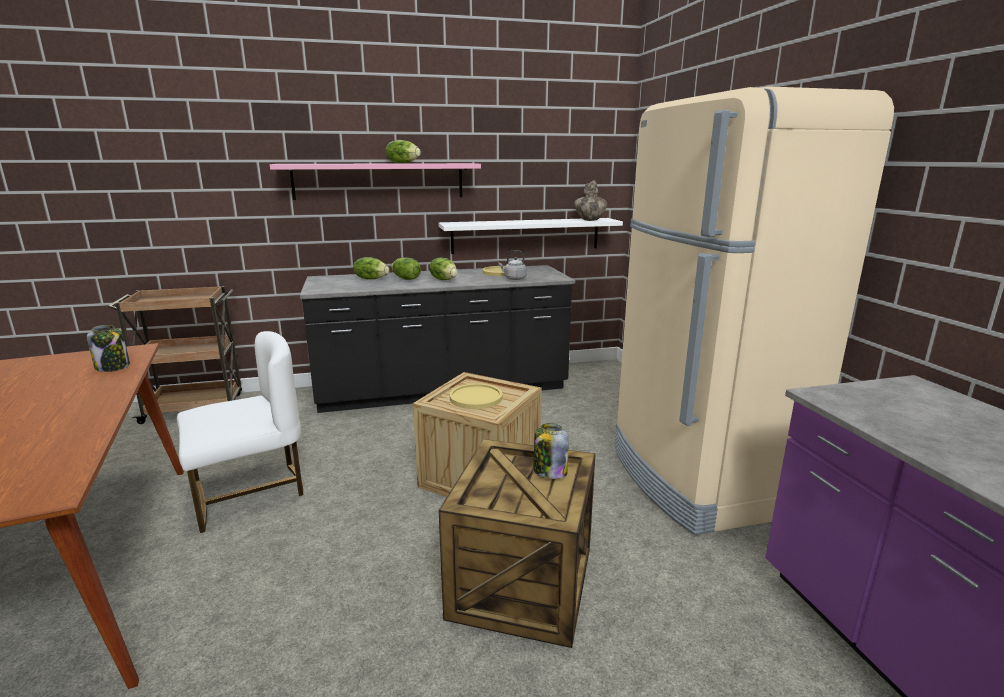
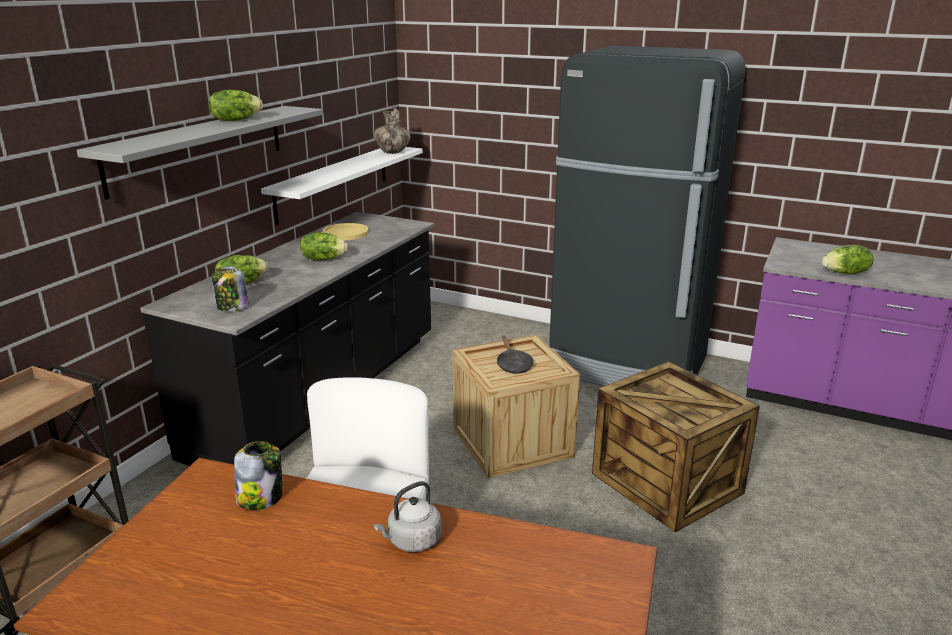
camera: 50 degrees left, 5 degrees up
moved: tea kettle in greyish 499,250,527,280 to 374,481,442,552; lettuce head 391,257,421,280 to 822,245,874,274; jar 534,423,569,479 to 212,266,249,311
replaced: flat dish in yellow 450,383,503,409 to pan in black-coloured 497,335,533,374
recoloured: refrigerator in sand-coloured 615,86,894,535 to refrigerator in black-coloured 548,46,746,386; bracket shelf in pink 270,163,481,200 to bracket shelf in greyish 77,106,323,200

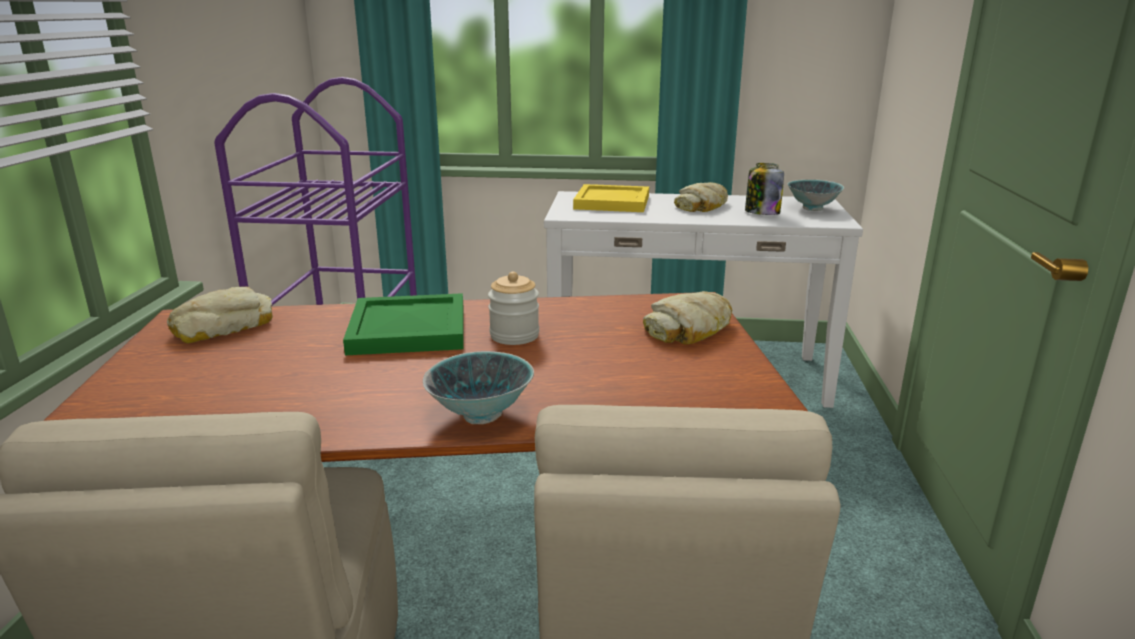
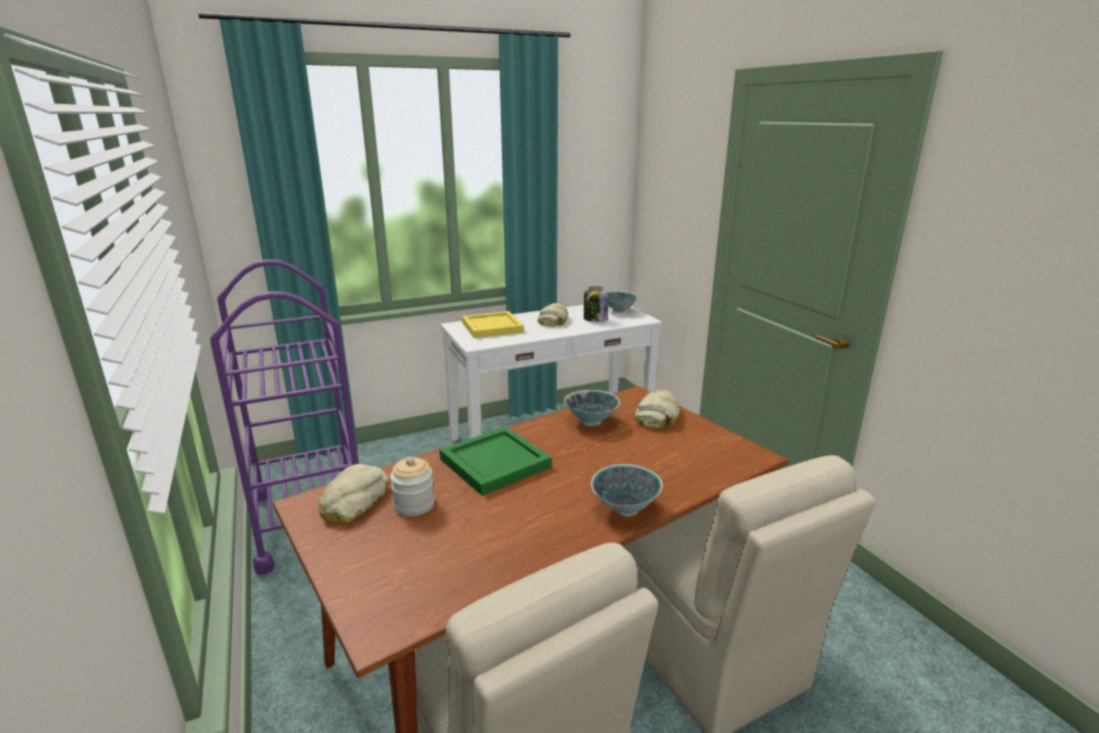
camera: 30 degrees left, 0 degrees up
added: bowl 564,390,620,426
moved: jar 488,272,539,345 to 390,457,435,516

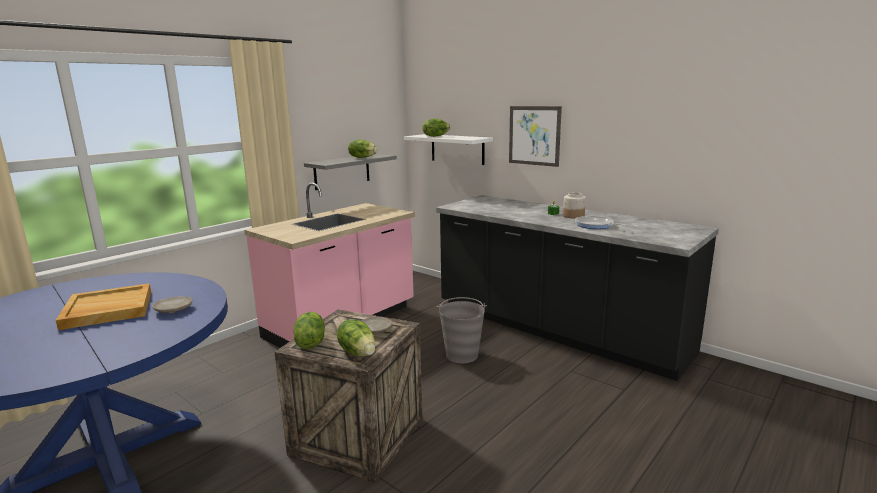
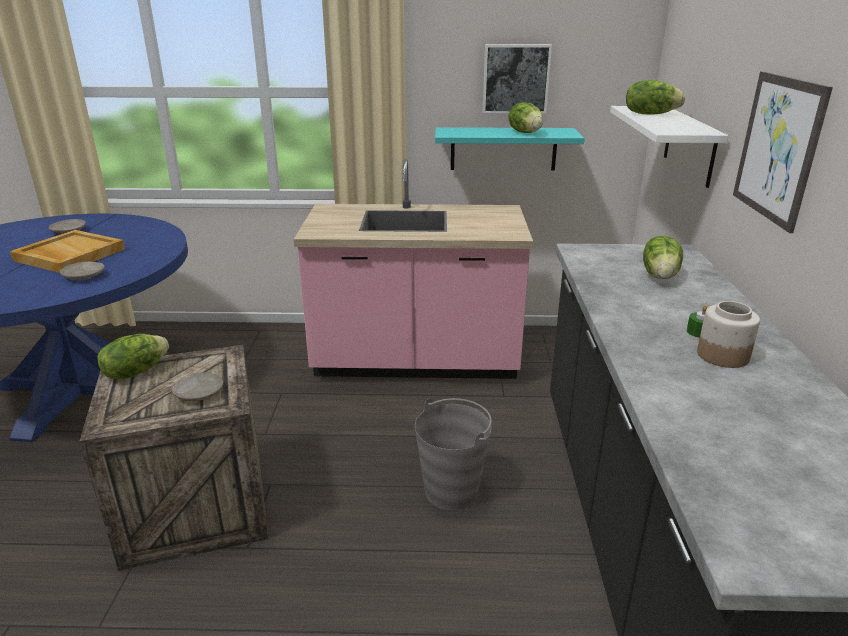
camera: 50 degrees right, 10 degrees up
removed: pan 575,216,629,229
added: picture 482,44,552,114; flat dish in sand-coloured 48,219,85,233
moved: lettuce head 337,319,376,357 to 643,236,683,279
recoloured: bracket shelf in greyish 304,154,397,190 to bracket shelf in turquoise-coloured 435,127,585,171

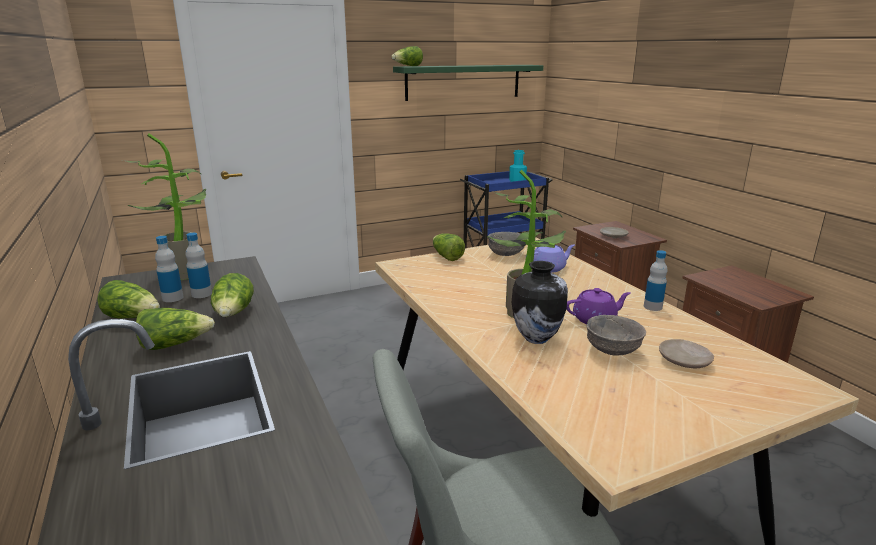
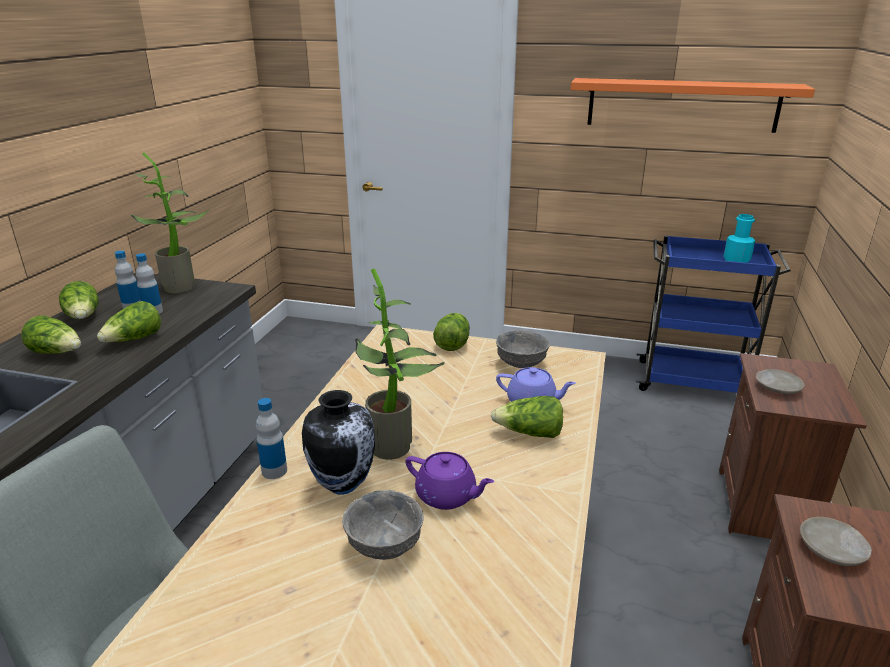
camera: 40 degrees right, 5 degrees up
moved: lettuce head 392,46,423,66 to 491,396,563,438; bottle 644,250,668,311 to 256,398,287,479; flat dish in sand-coloured 659,339,714,368 to 800,517,872,566
recoloured: bracket shelf in green-coloured 393,65,544,101 to bracket shelf in orange-coloured 571,78,815,133

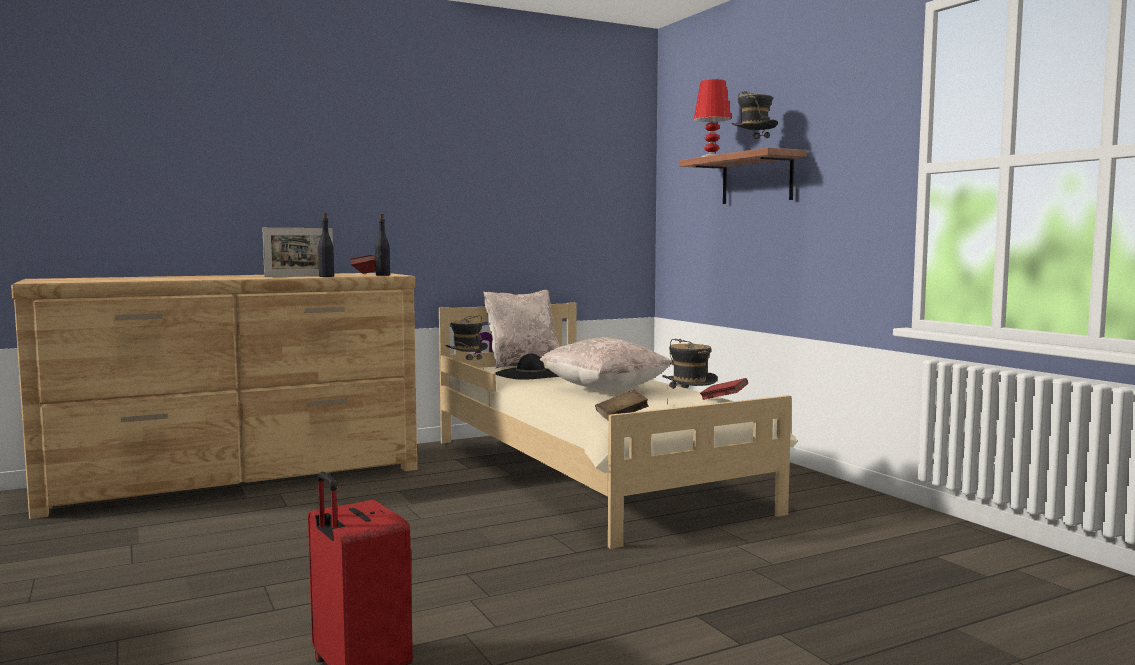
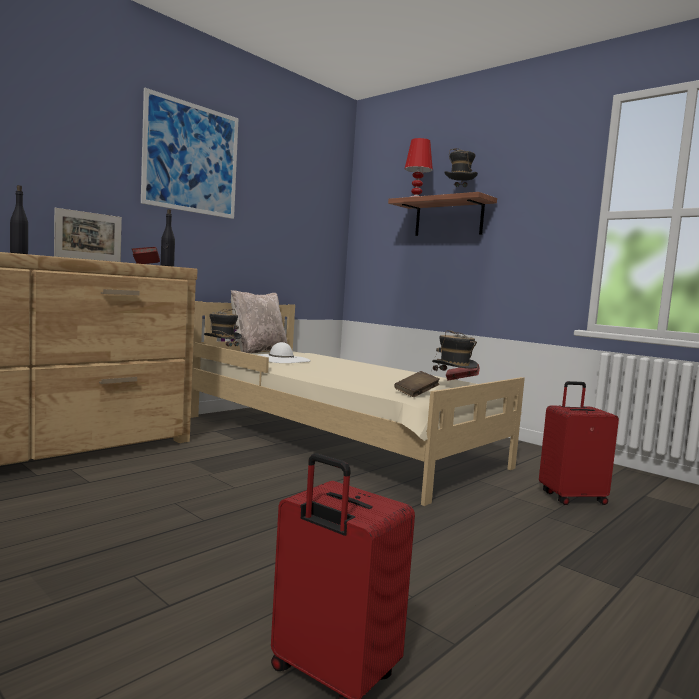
camera: 20 degrees left, 0 degrees up
removed: pillow in sand-coloured 539,338,671,391
added: picture 141,88,239,219; suitcase in red 539,381,619,505
moved: bottle in black-coloured 318,213,334,277 to 10,185,28,254
recoloured: clothing hat in black-coloured 495,353,559,380 to clothing hat in white 258,342,311,363

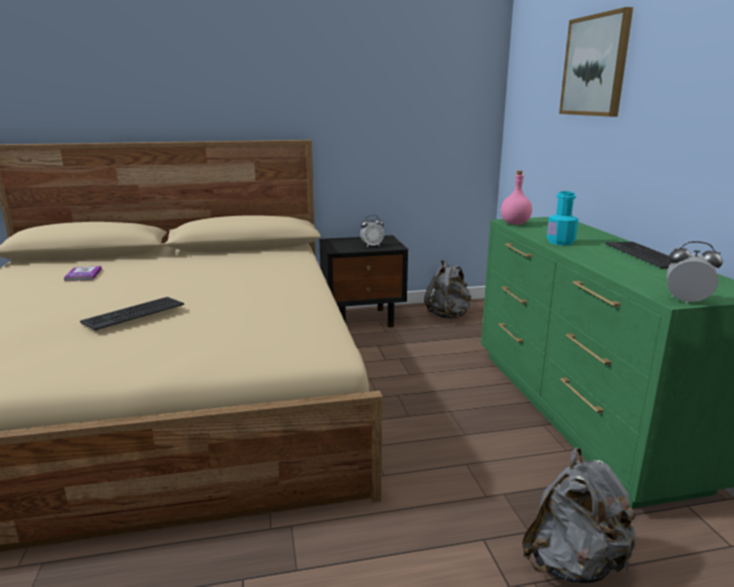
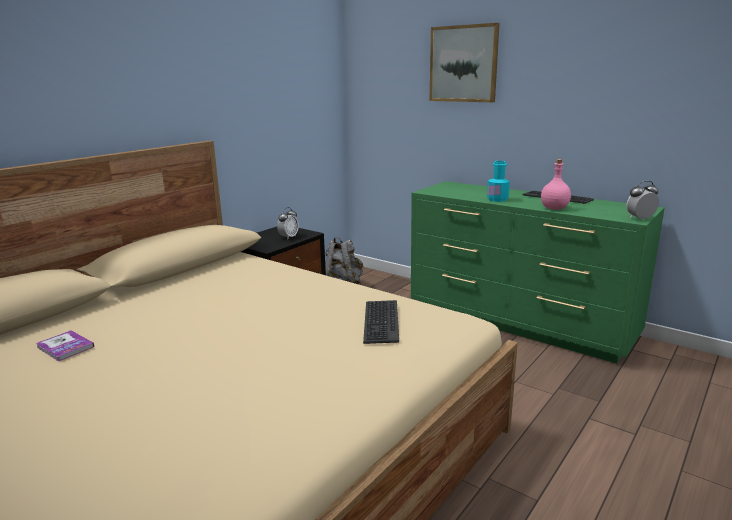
camera: 40 degrees left, 0 degrees up
removed: rucksack in greyish 522,448,639,583
moved: bottle in pink 501,170,532,225 to 541,159,571,210; keyboard 80,297,184,331 to 363,300,399,344

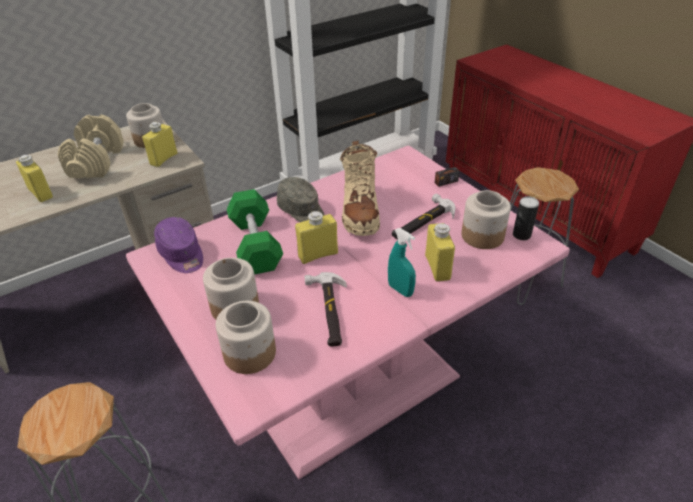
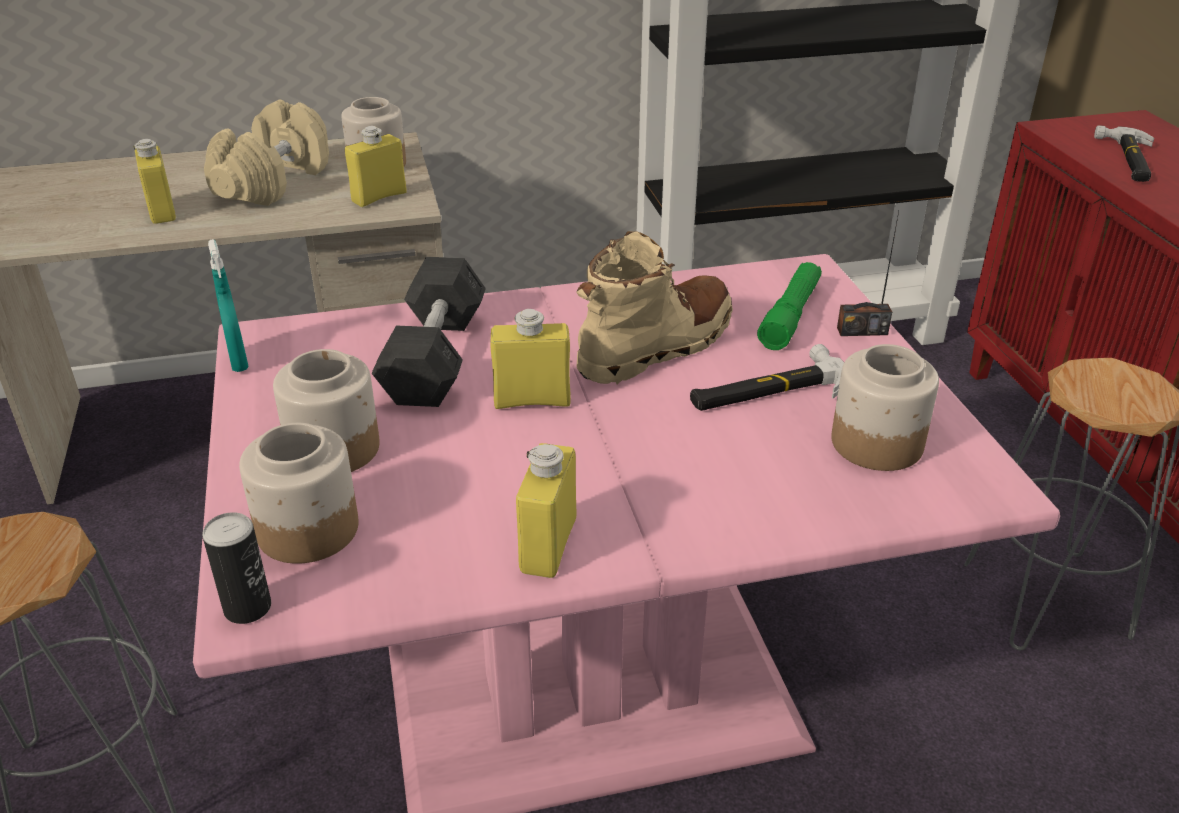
camera: 20 degrees right, 5 degrees down
removed: peaked cap in greyish 277,177,324,222; peaked cap in purplish 154,217,203,273
added: hand torch in green-coloured 757,262,822,350
moved: metal can 513,196,539,240 to 202,512,271,624; bottle in yellow 425,223,455,282 to 516,443,577,578; spray bottle in turquoise-coloured 388,228,416,297 to 208,239,249,372; hand hammer 305,272,347,346 to 1094,125,1154,182
recoloured: free weight in green-coloured 227,189,283,275 to free weight in greyish 372,257,486,407
turned: tall boot in sand-coloured 340,141,380,236 = 576,231,733,384 150 degrees counterclockwise

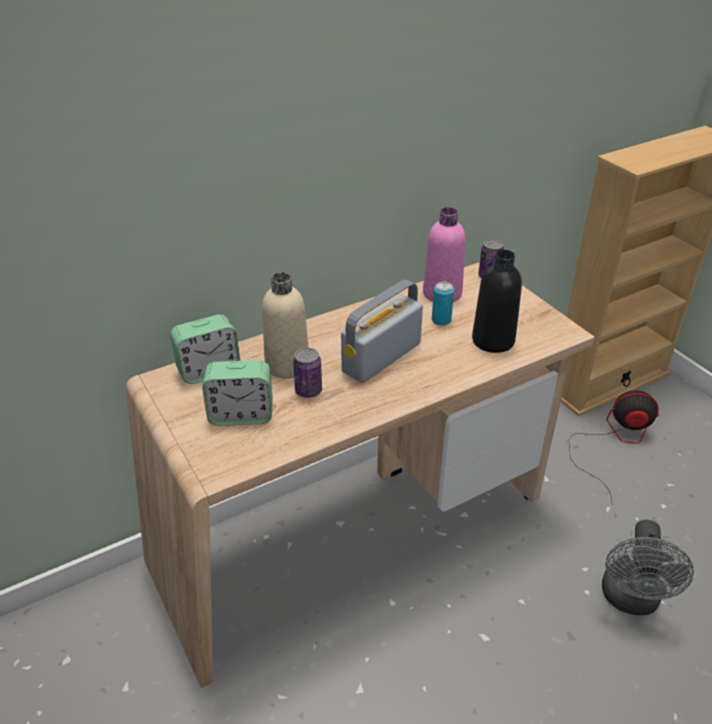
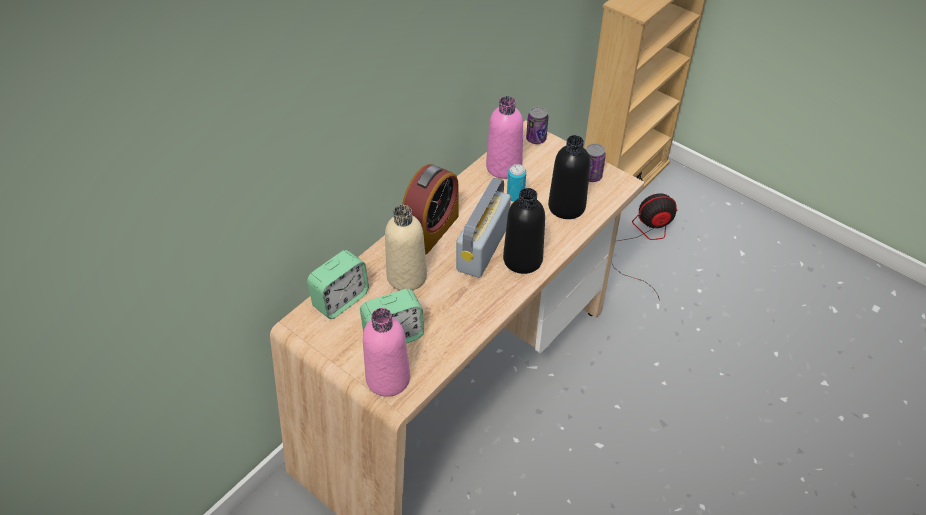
camera: 20 degrees left, 10 degrees up
removed: fan in greyish 602,520,694,615
added: table clock 402,164,459,255; bottle in black-coloured 503,188,545,274; bottle in pink 363,308,410,397
moved: metal can 293,348,322,398 to 586,143,606,182

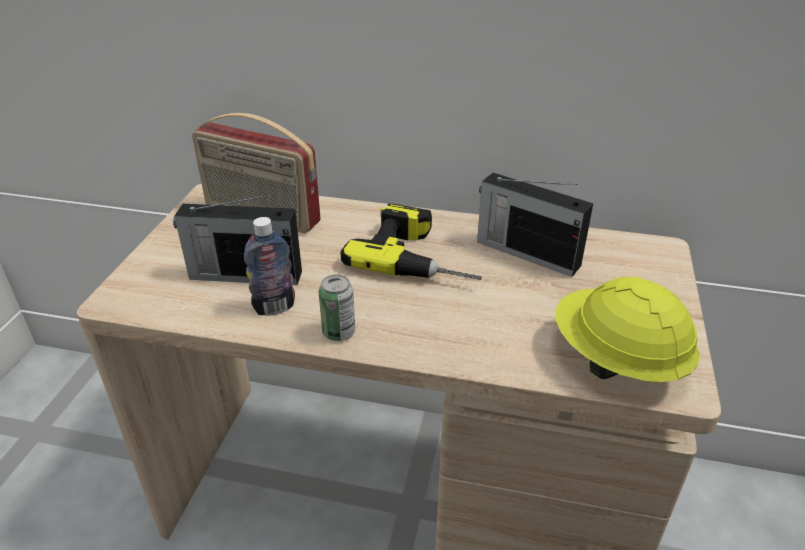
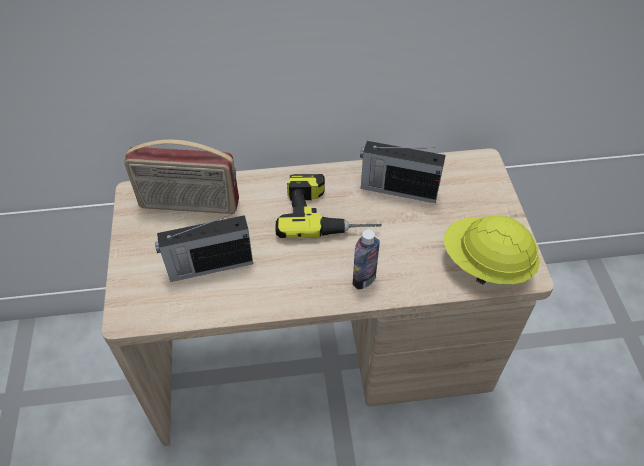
camera: 20 degrees left, 15 degrees up
removed: metal can 318,274,355,341
moved: bottle 244,217,295,315 to 352,229,380,289

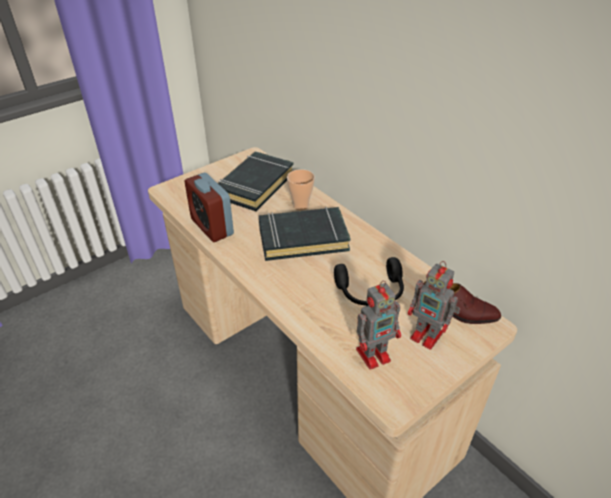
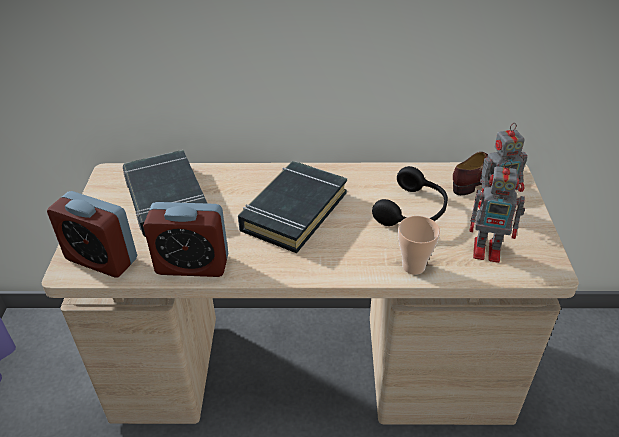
camera: 50 degrees left, 0 degrees up
added: table clock 47,191,137,278
moved: drinking cup 287,169,315,210 to 398,216,440,275
turned: model robot 356,280,401,370 = 469,160,525,263 90 degrees clockwise

